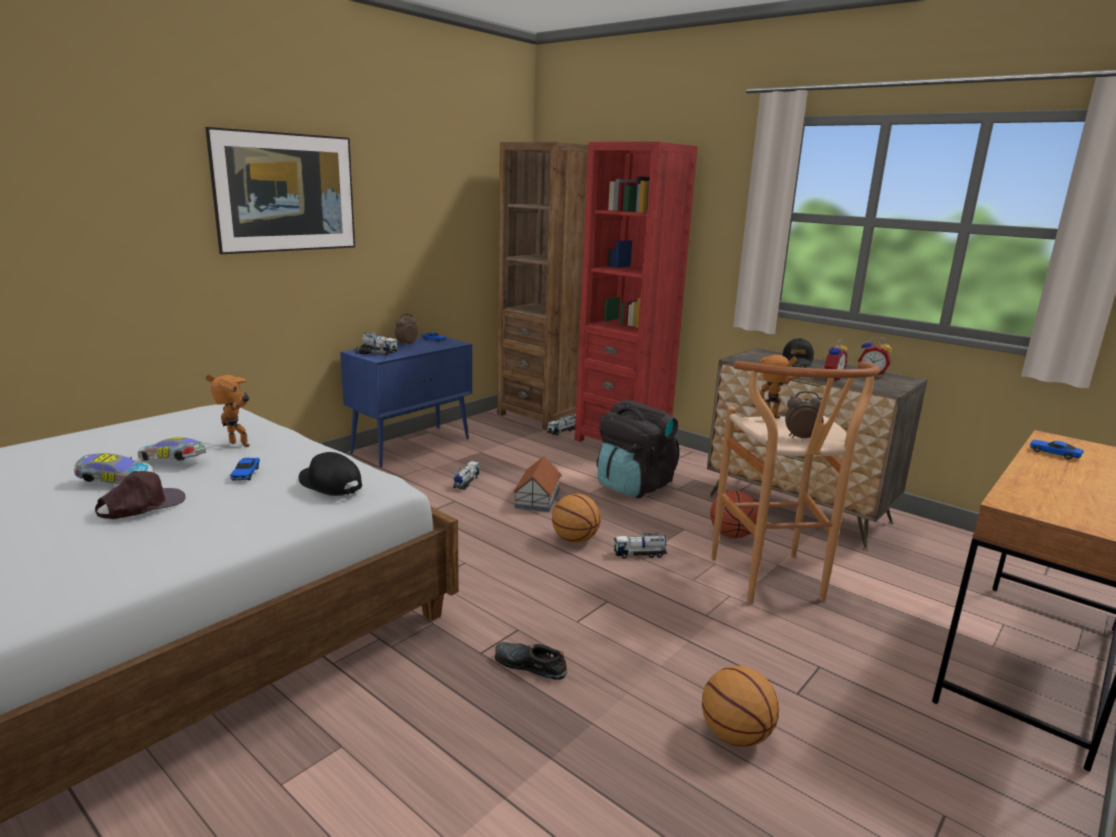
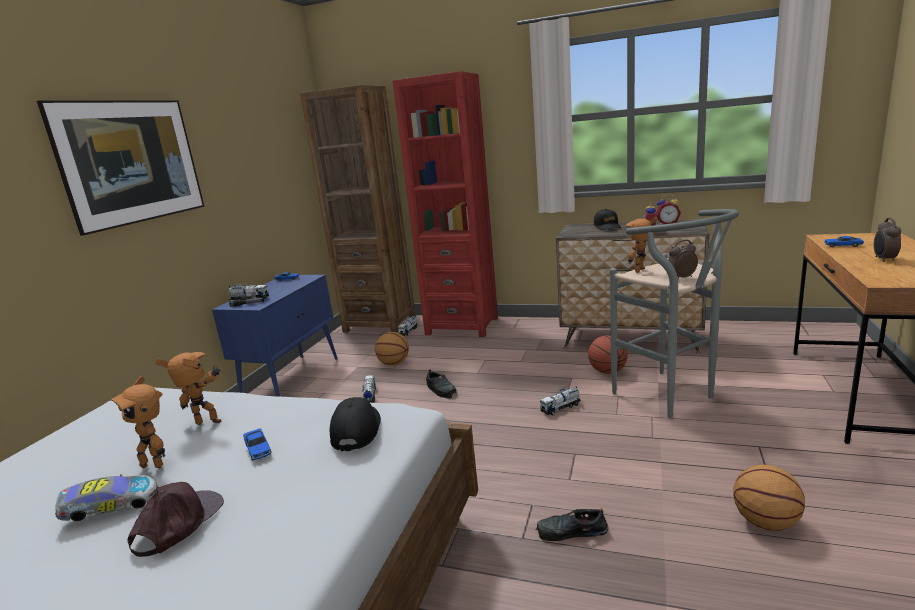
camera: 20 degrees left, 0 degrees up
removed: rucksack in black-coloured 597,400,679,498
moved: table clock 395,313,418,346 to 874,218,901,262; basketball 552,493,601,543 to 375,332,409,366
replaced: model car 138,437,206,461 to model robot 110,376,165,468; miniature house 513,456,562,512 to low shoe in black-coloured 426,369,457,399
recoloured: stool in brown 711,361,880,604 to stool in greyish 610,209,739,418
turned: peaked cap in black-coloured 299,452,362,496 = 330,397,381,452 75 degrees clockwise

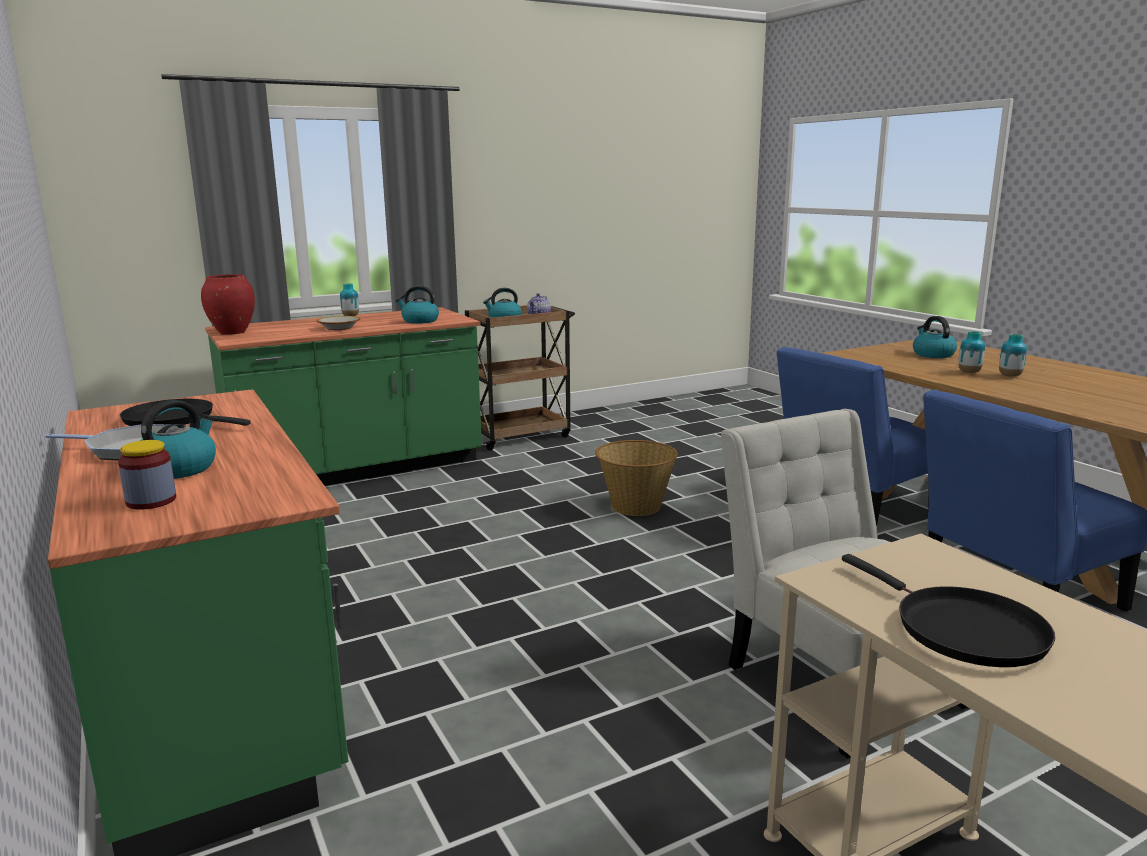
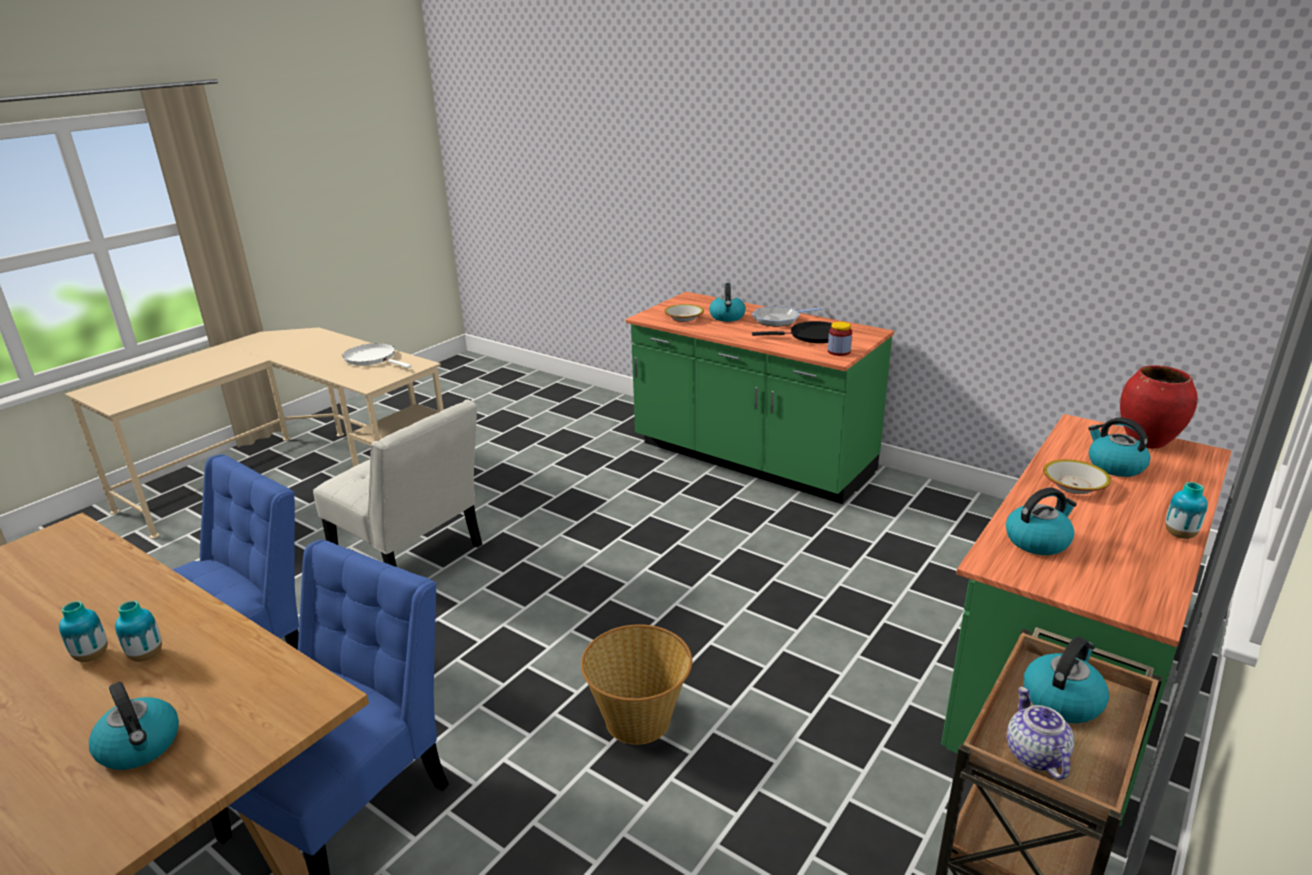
camera: 155 degrees right, 10 degrees up
added: bowl 664,304,704,322; tea kettle 1088,417,1150,477
moved: jar 118,440,176,510 to 828,322,852,356
recoloured: pan in black-coloured 842,554,1055,667 to pan in white 343,343,411,368

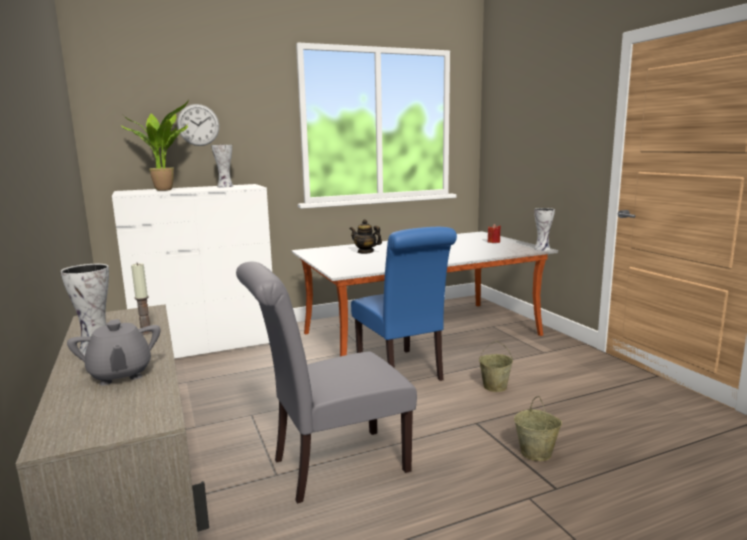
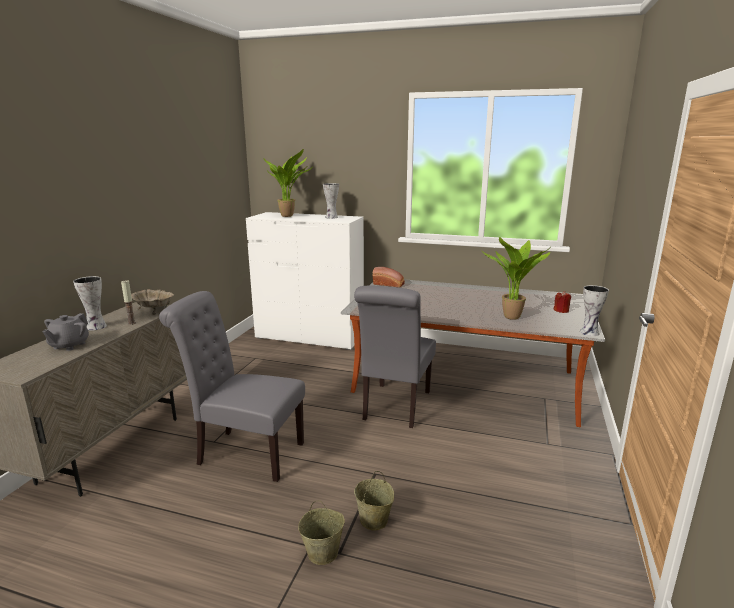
camera: 40 degrees right, 5 degrees up
removed: wall clock 177,104,219,146; teapot 349,219,382,254
added: houseplant 481,237,550,320; baked bread 373,267,405,288; bowl in sand-coloured 131,289,174,315
moved: water bucket in sand-coloured 479,341,513,392 to 298,501,345,565
recoloured: plain chair in blue 351,227,457,381 to plain chair in greyish 354,286,436,428

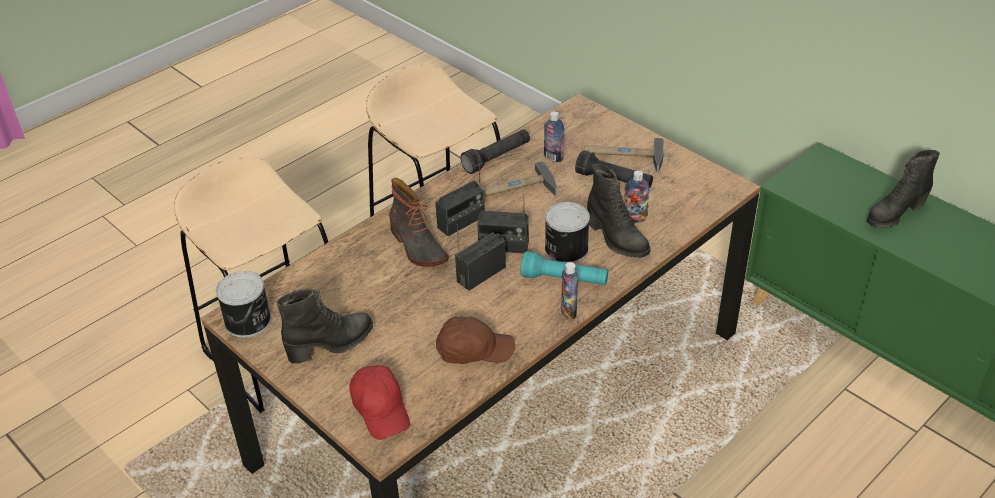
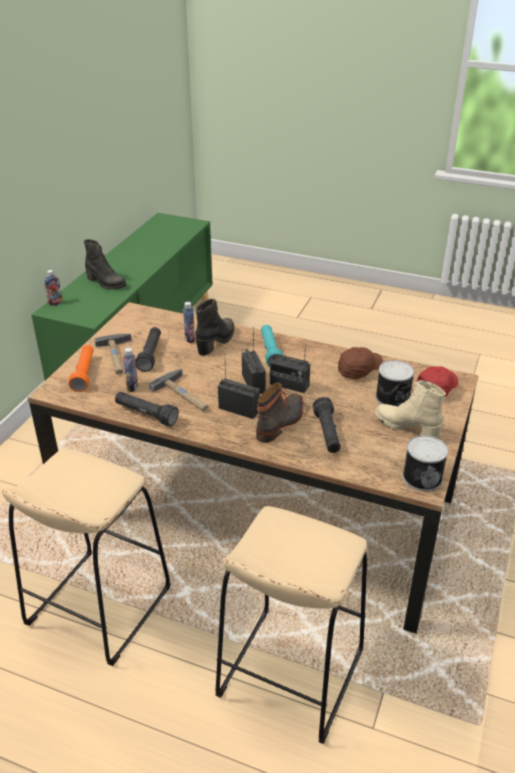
camera: 115 degrees left, 5 degrees down
added: hand torch in orange-coloured 68,345,94,392; hand torch in black-coloured 313,397,341,453
moved: metal can 545,202,590,263 to 376,360,414,407; bottle 561,262,578,320 to 45,270,63,306
recoloured: tall boot in black-coloured 276,289,373,364 to tall boot in sand-coloured 375,380,446,439
turned: peaked cap in brown 436,317,515,364 = 338,347,383,379 75 degrees clockwise

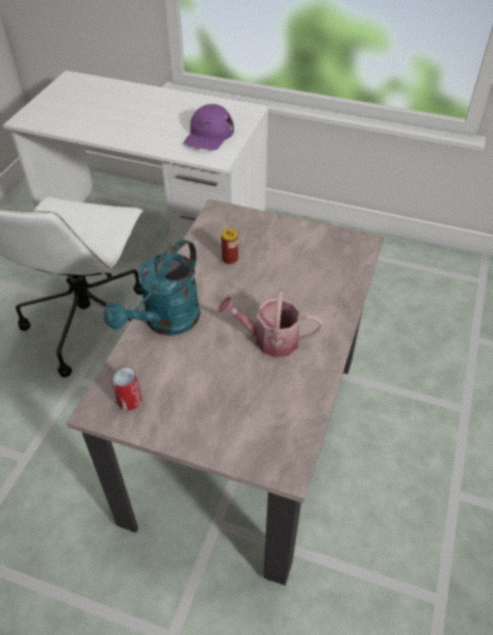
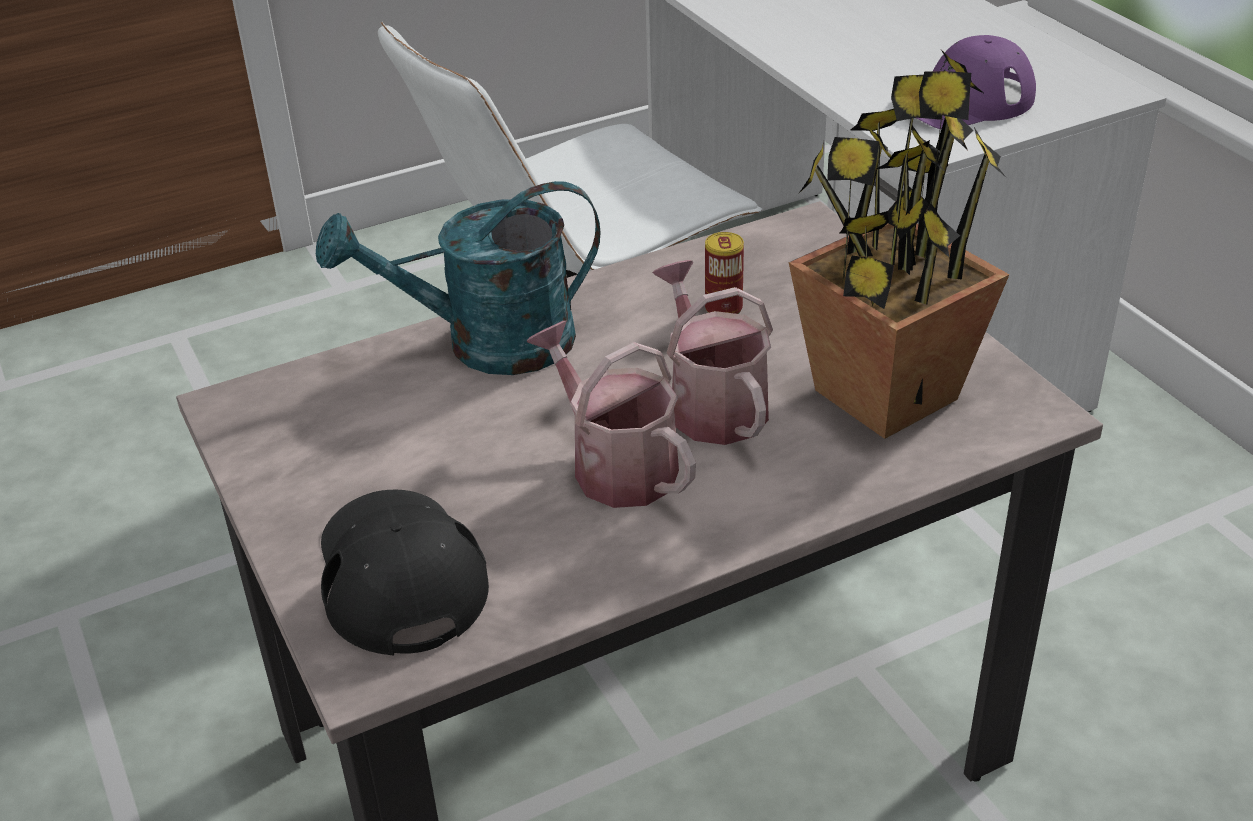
camera: 45 degrees right, 10 degrees down
removed: metal can 111,367,142,410
added: houseplant 789,50,1010,439; sprinkling can 652,260,773,445; peaked cap in black-coloured 321,490,489,656

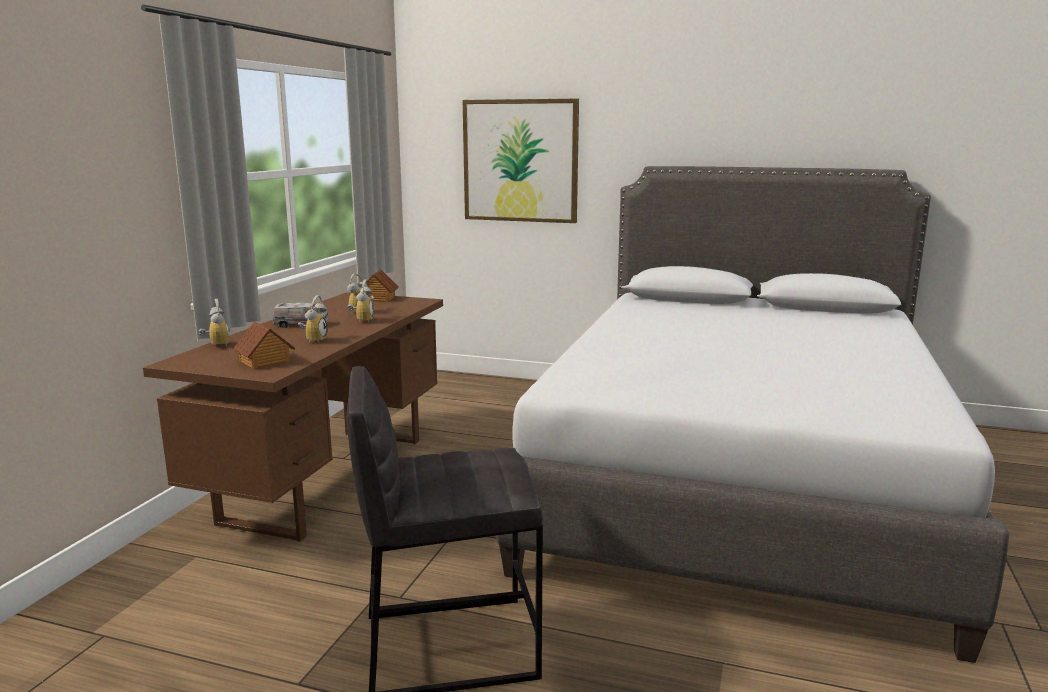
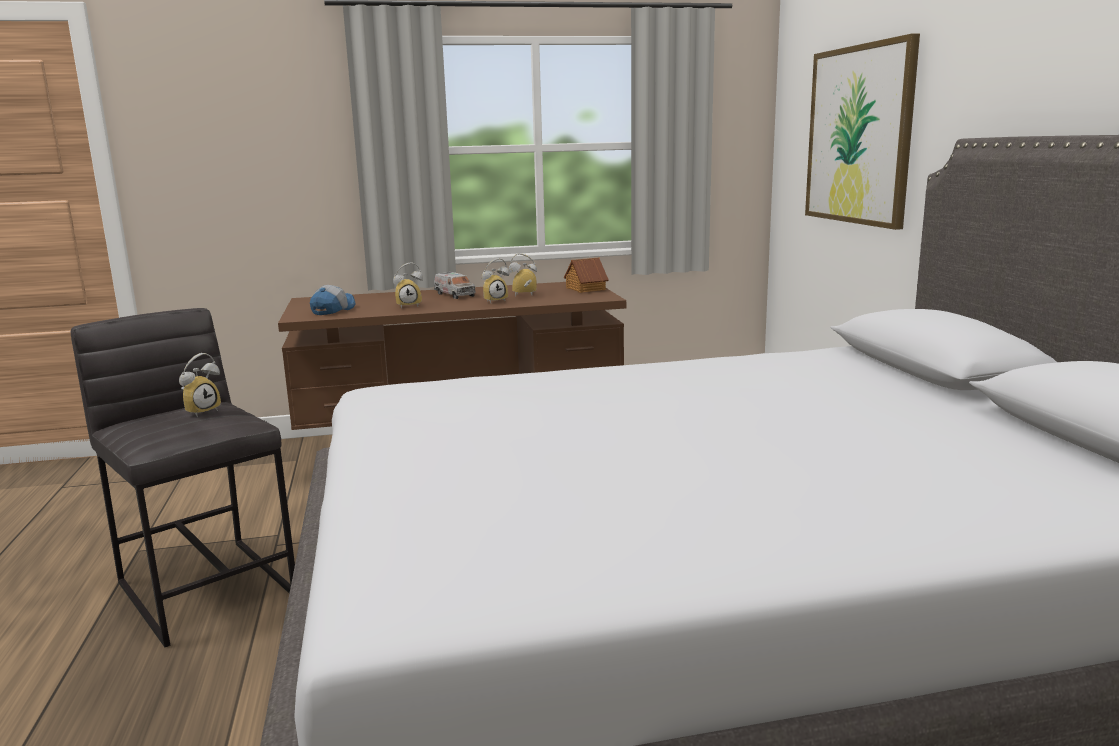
camera: 60 degrees right, 0 degrees up
moved: table clock 199,299,229,347 to 179,353,221,417
replaced: miniature house 233,322,295,369 to peaked cap 310,285,356,315

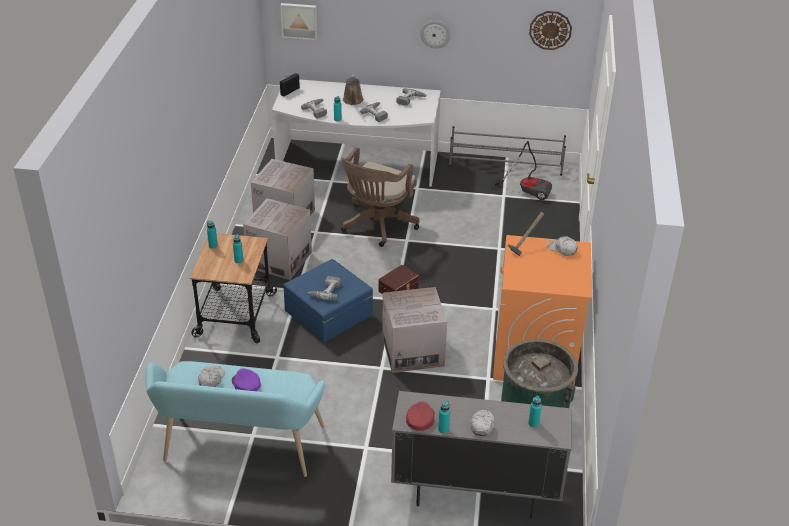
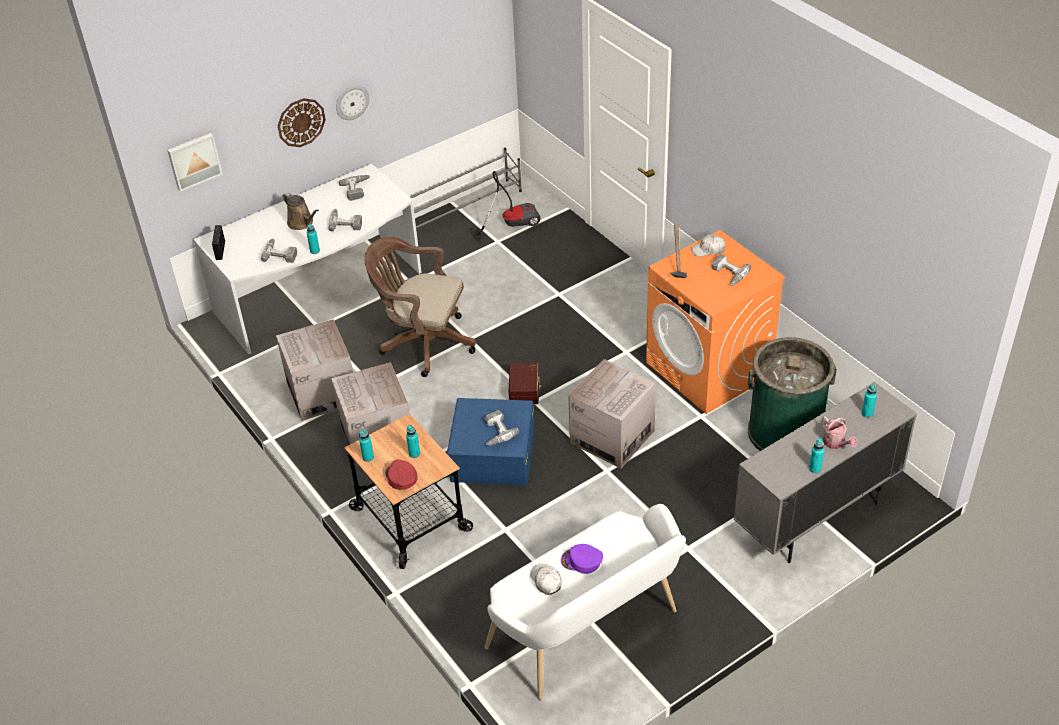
camera: 40 degrees left, 5 degrees up
added: drill 712,254,751,286
moved: wall clock 529,11,572,50 to 278,98,326,147; peaked cap in red 406,401,435,431 to 385,459,417,490
replaced: peaked cap in white 470,410,494,436 to sprinkling can 821,416,857,449
recoloured: indoor bench in turquoise-coloured 145,361,325,477 to indoor bench in white 485,504,686,700
turned: office chair in brown 341,147,420,247 = 364,237,476,377 120 degrees clockwise

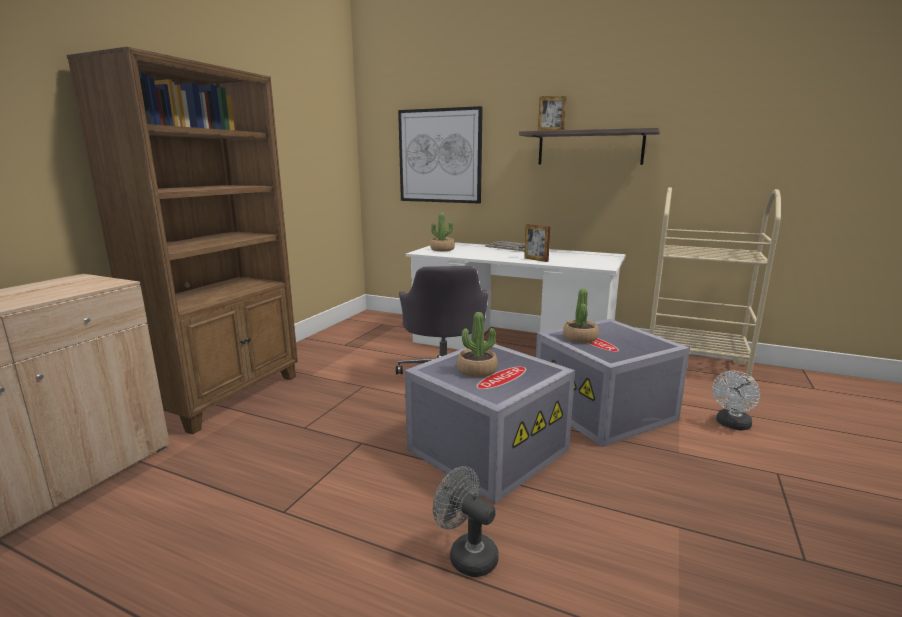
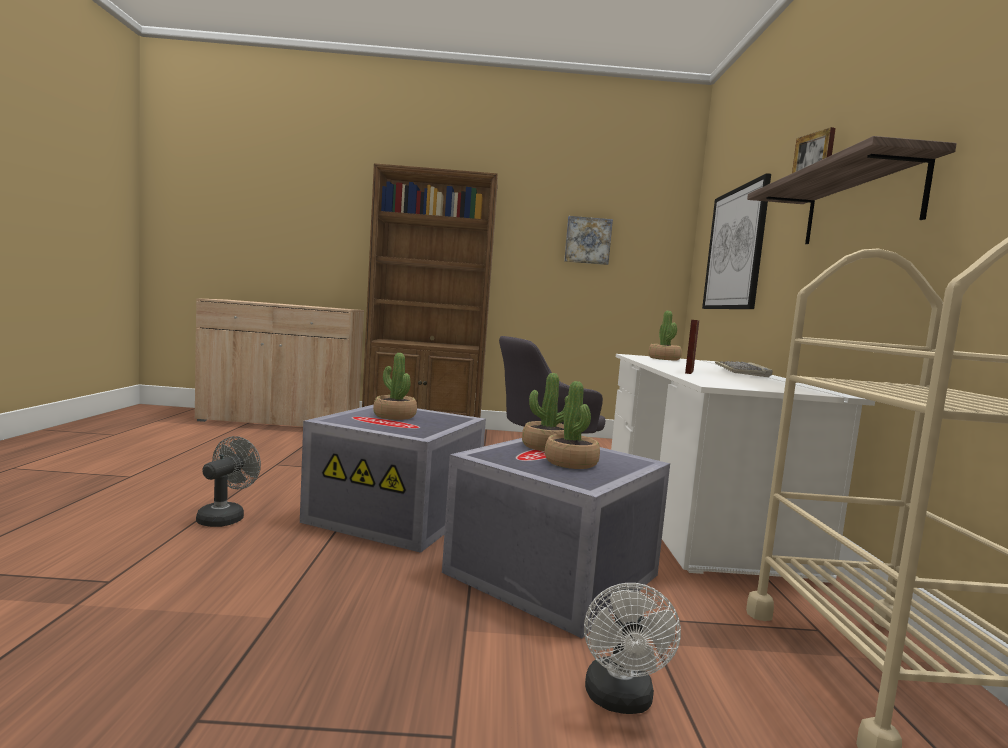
camera: 65 degrees right, 10 degrees down
added: picture 564,216,613,265; houseplant 545,381,600,469
turned: fan in white 712,371,760,430 = 584,583,681,714 105 degrees counterclockwise

